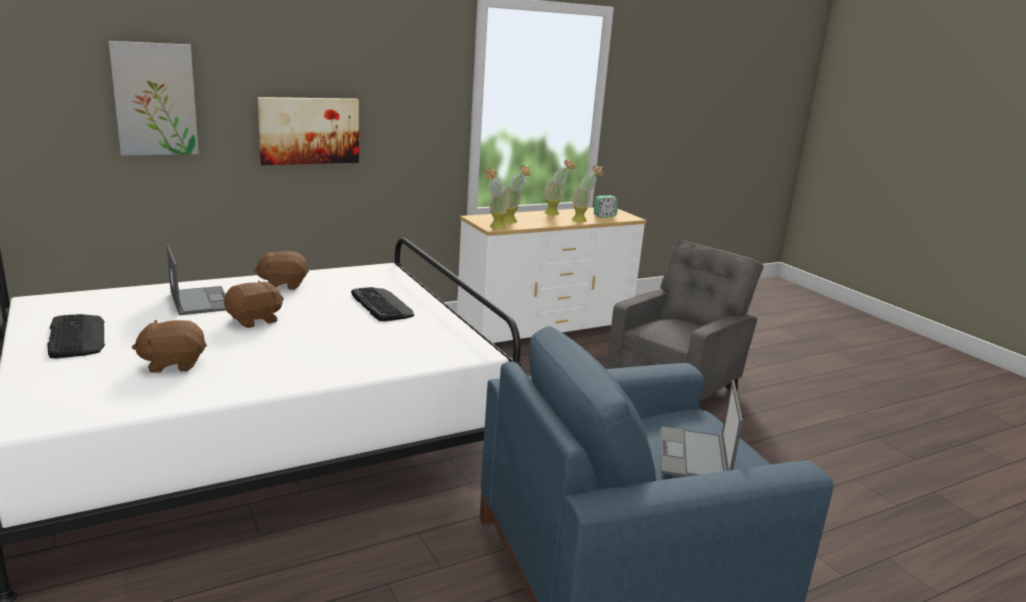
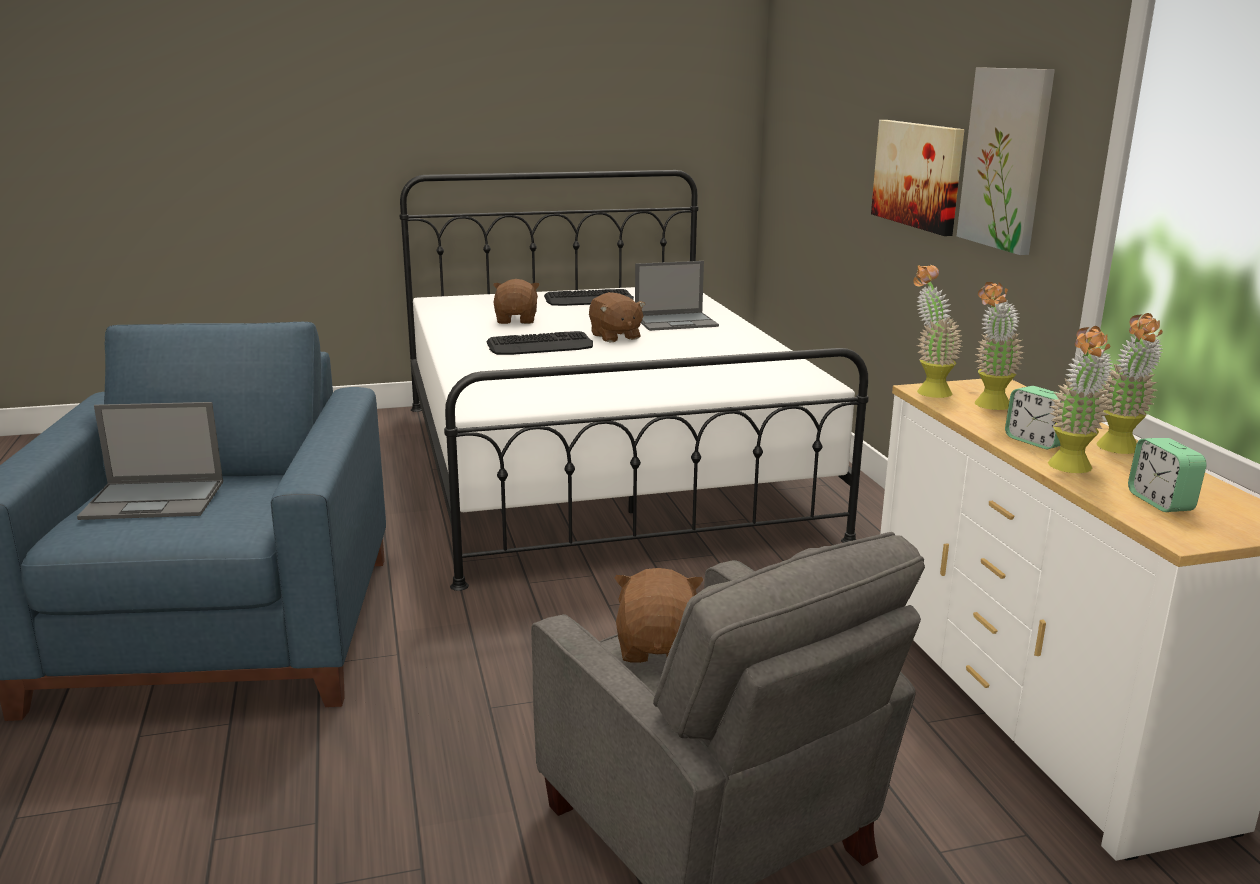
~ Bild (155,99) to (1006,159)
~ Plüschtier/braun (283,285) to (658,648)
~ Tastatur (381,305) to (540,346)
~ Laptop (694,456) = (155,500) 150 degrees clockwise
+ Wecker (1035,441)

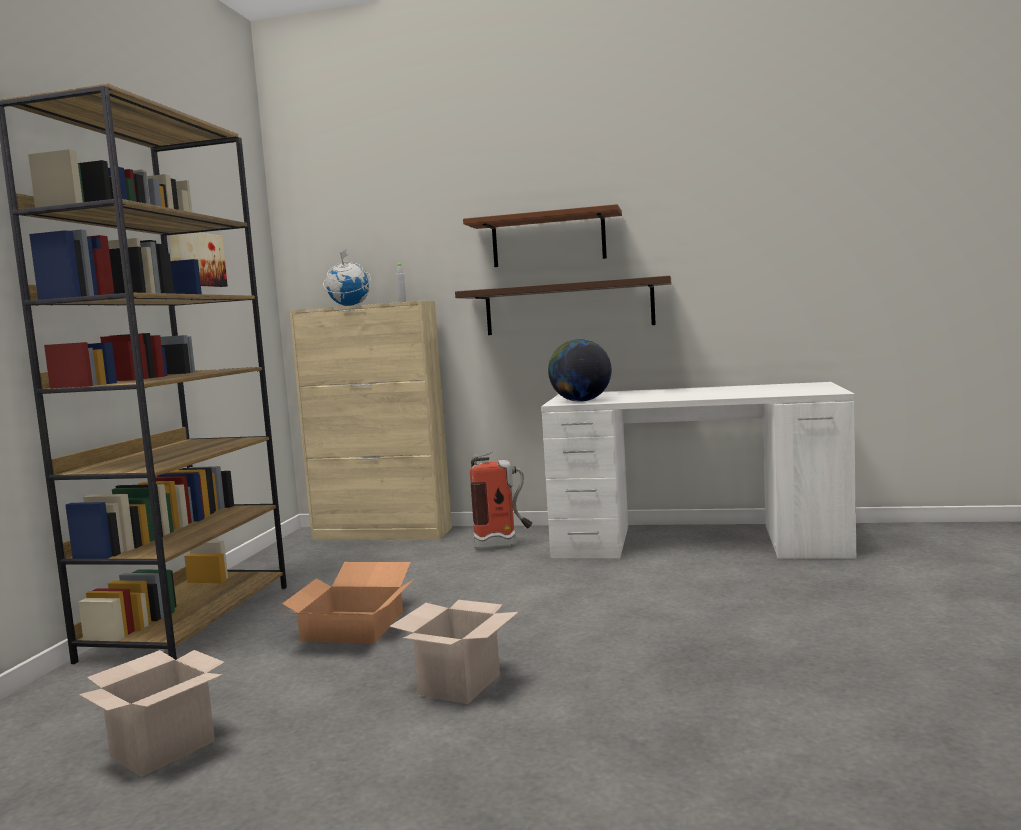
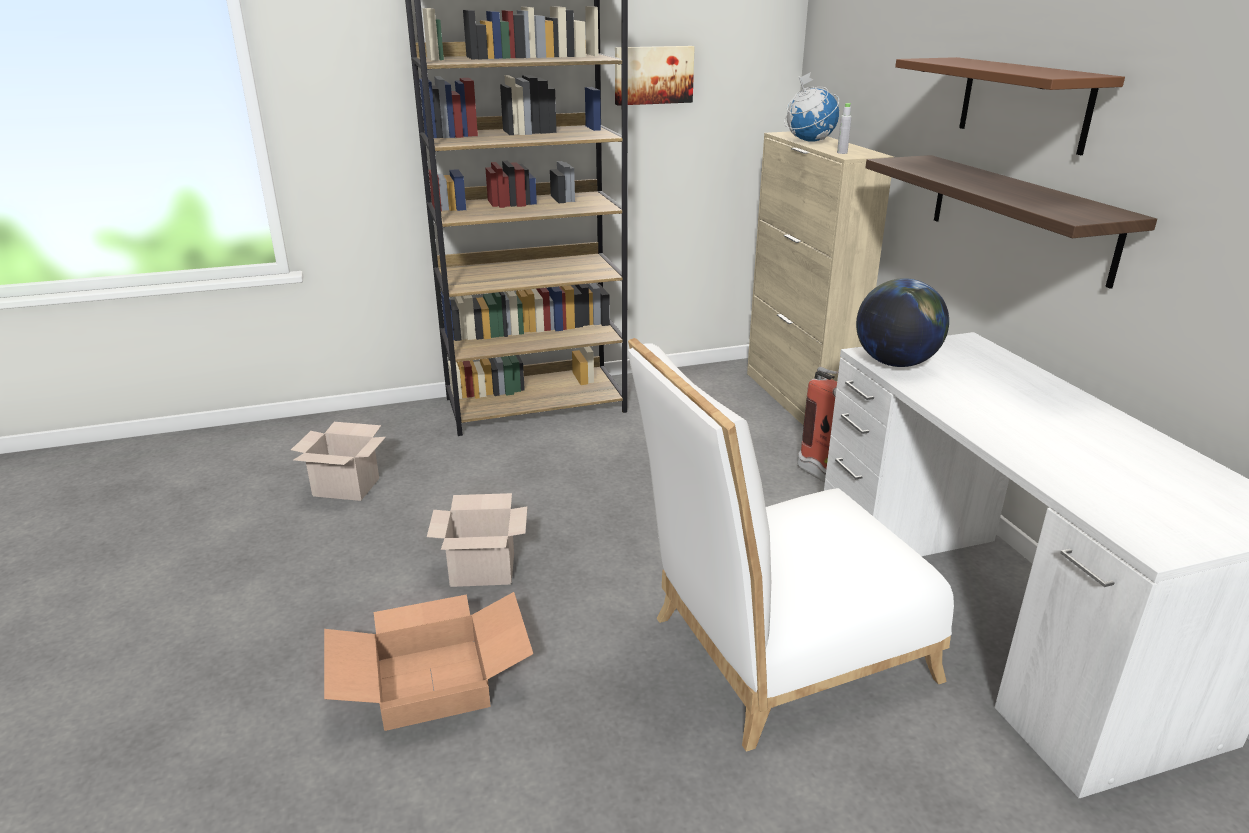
~ Karton (352,626) to (434,681)
+ Stuhl/weiß (777,653)

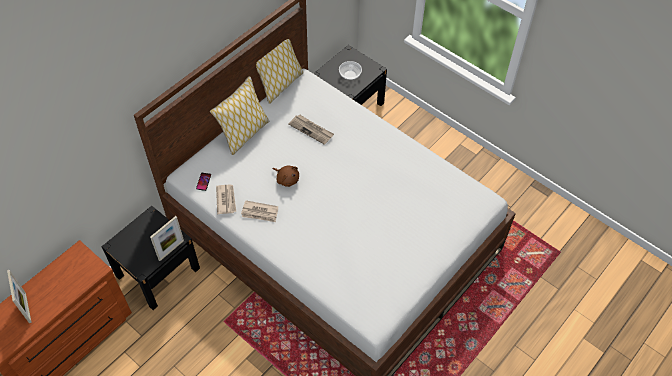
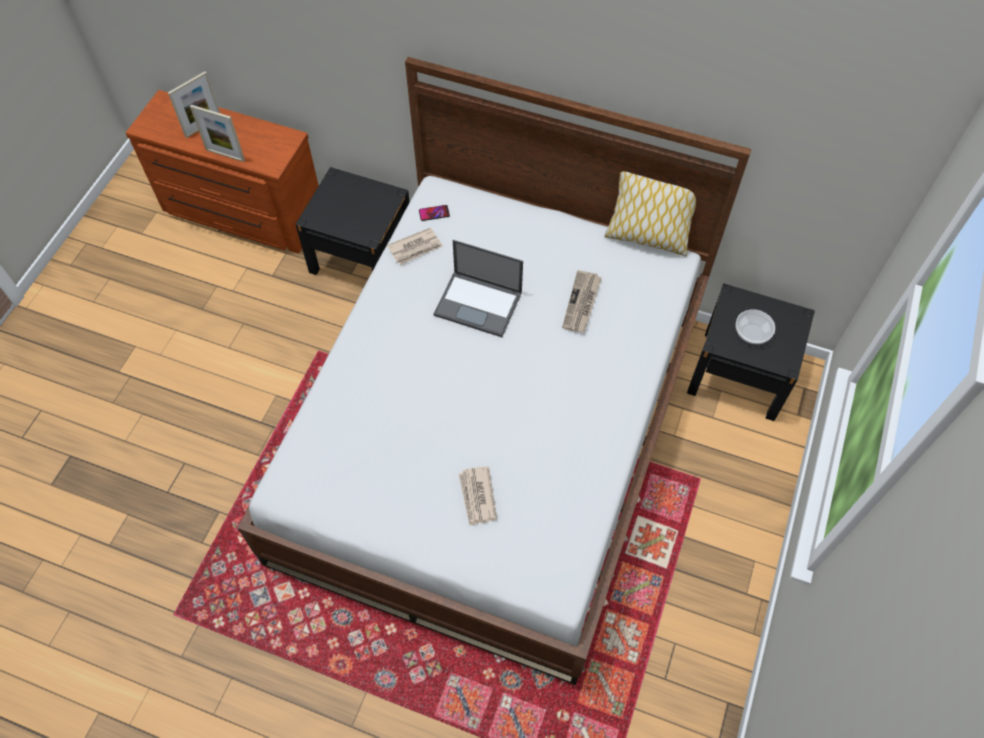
~ Bilderrahmen (171,250) to (225,155)
- Kissen (244,134)
~ Zeitung (260,212) to (477,497)
~ Plüschtier/braun (287,179) to Laptop (479,304)

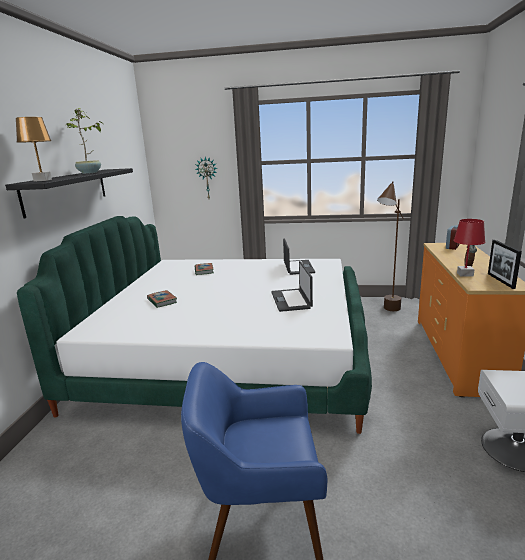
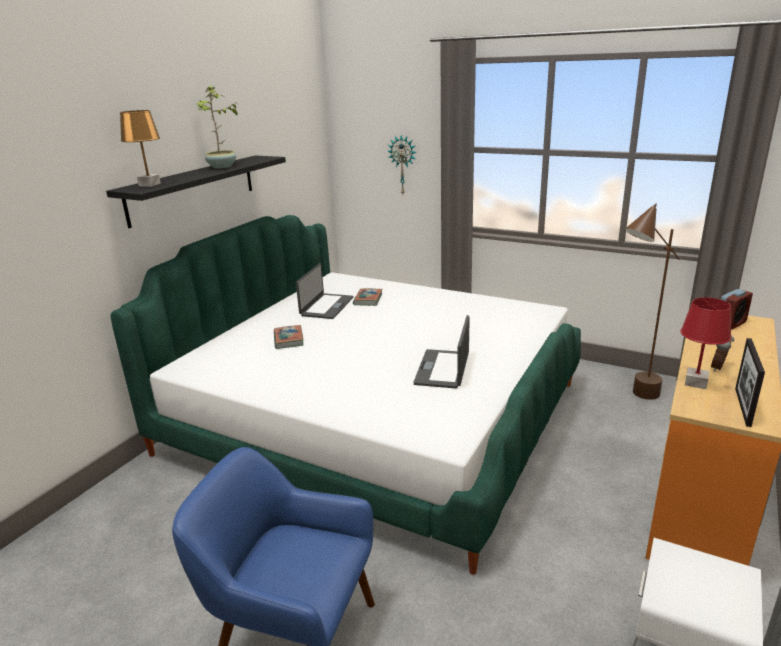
~ Laptop (298,267) to (326,306)

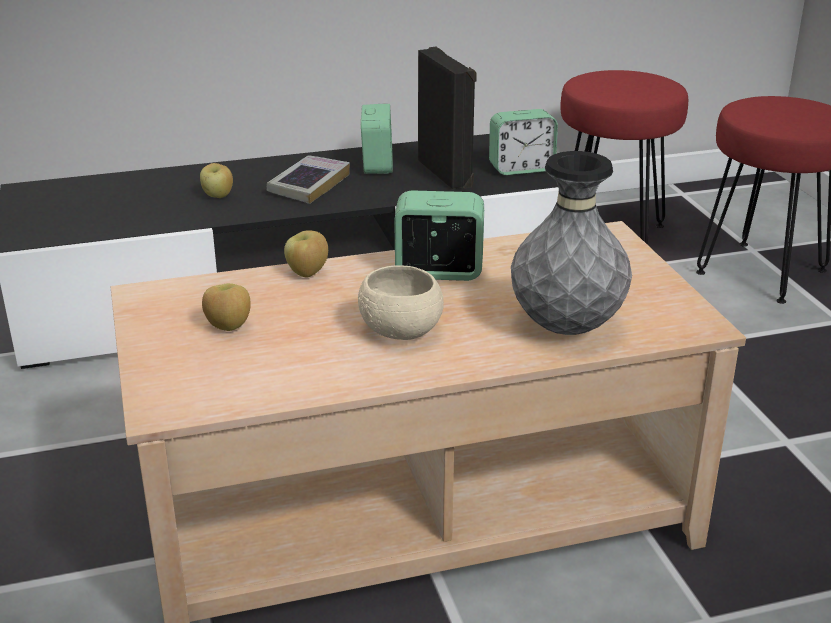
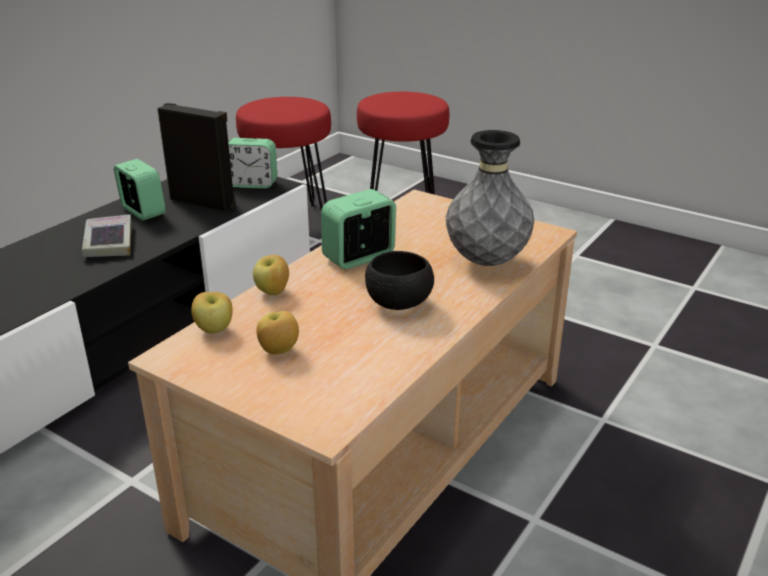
~ Apfel (218,196) to (214,330)
~ Schüssel/beige (401,332) to Schüssel/schwarz (399,303)
~ Wecker (521,168) = (252,184) 60 degrees clockwise

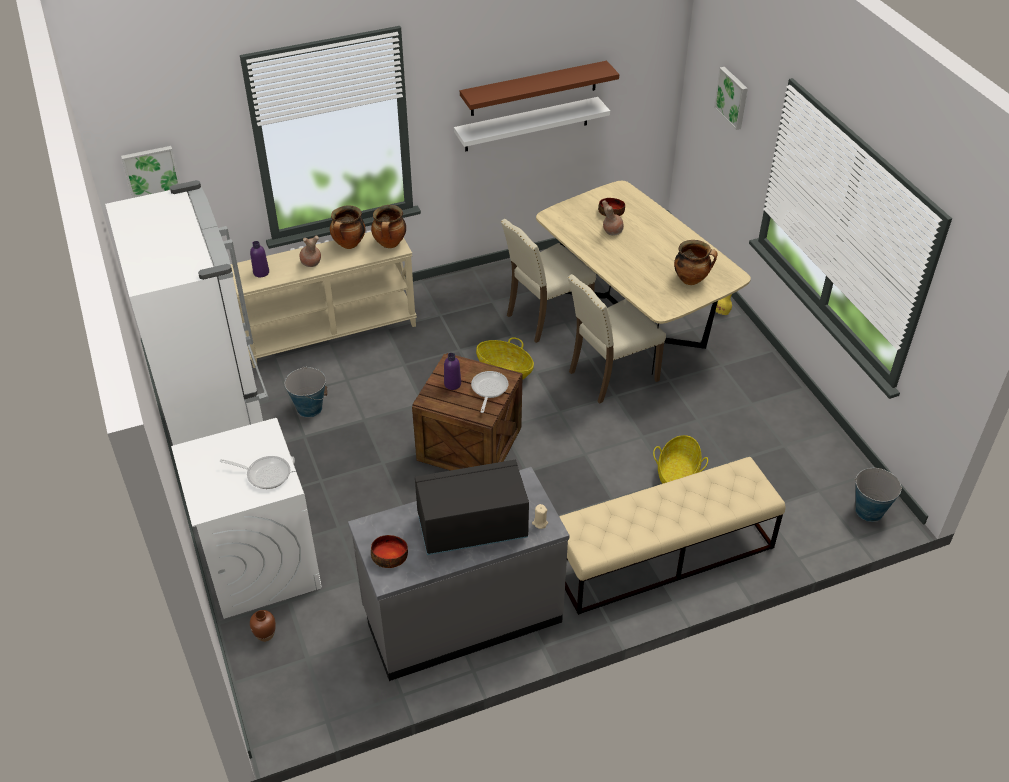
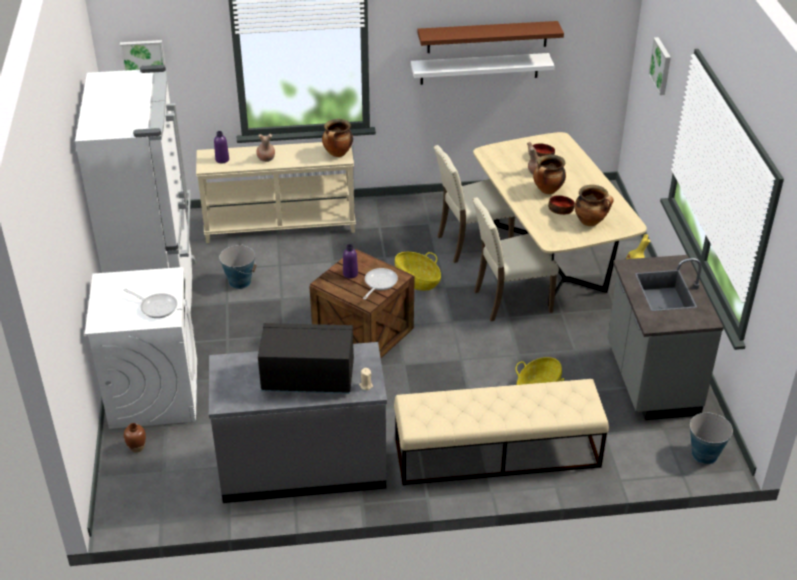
~ Kochtopf (349,244) to (548,190)
~ Schüssel (390,556) to (561,210)
+ Küchenzeile/grau (650,380)

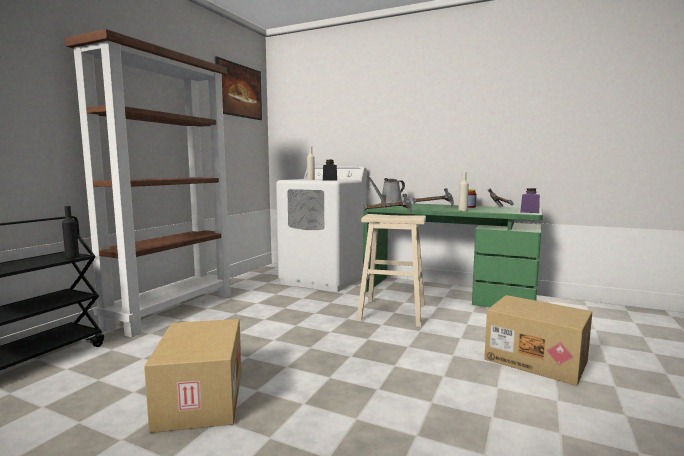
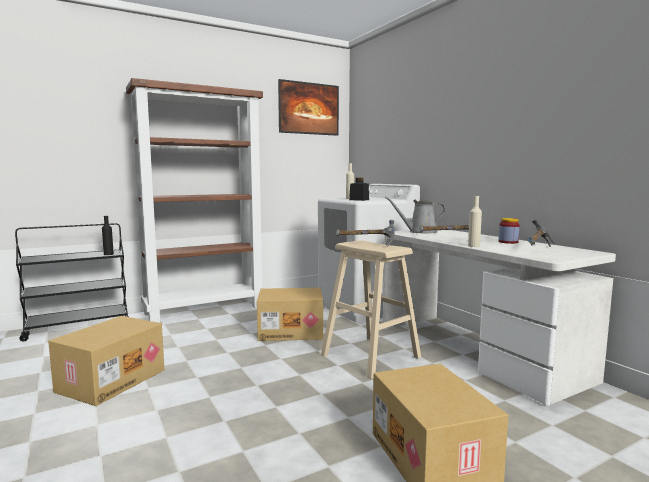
~ Schreibtisch/grün (447,293) to Schreibtisch/weiß (475,351)
- Vorratsglas/lila (529,212)
+ Karton (291,331)

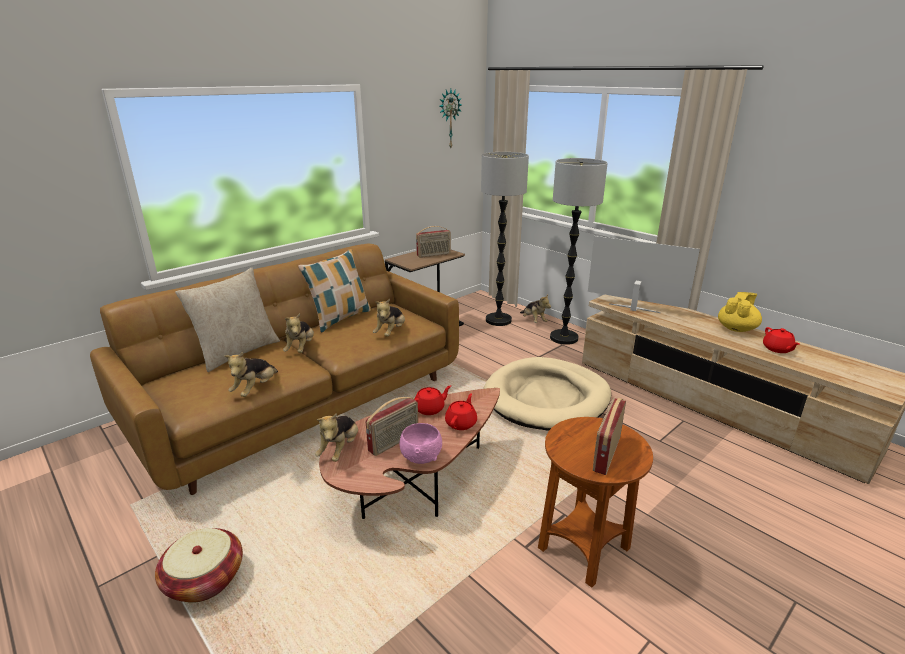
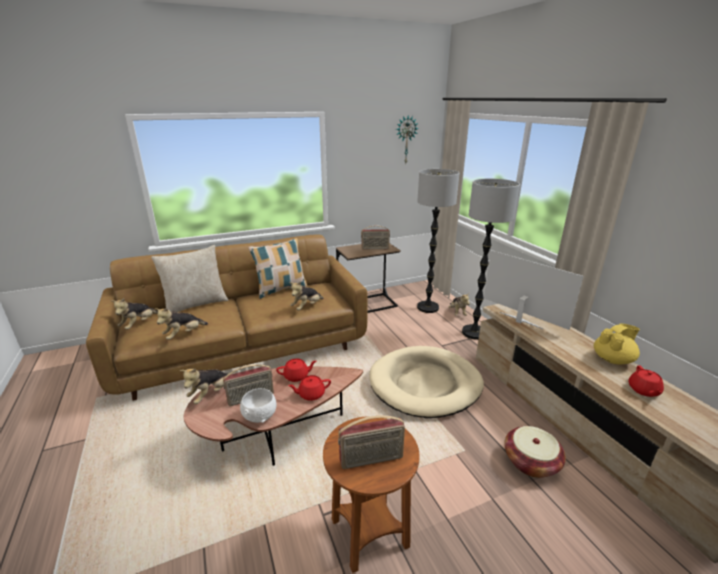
~ Korb (204,579) to (531,462)
~ Plüschtier (301,348) to (138,324)
~ Schüssel/rosa (421,457) to Schüssel/weiß (260,416)
~ Teekanne/rot (461,423) = (311,394) 150 degrees counterclockwise
~ Radio (606,454) = (371,460) 150 degrees counterclockwise

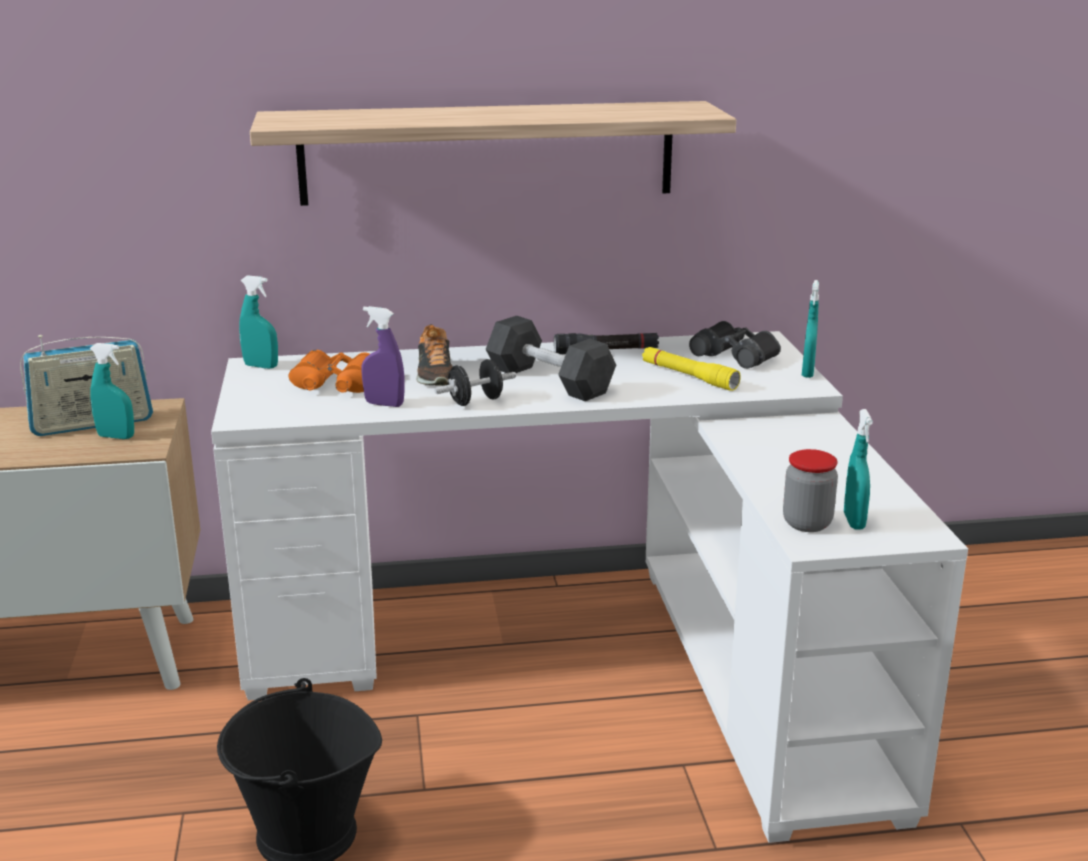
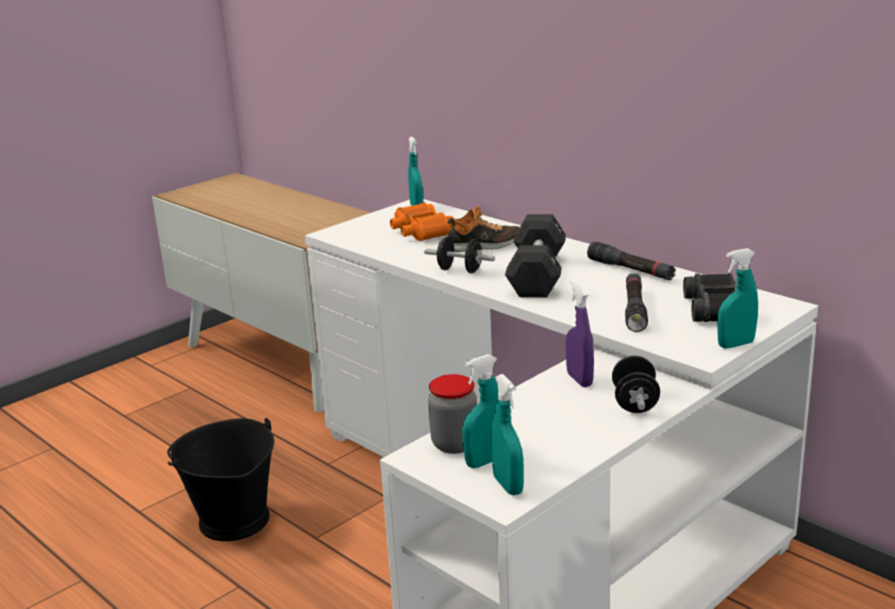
- Radio (92,423)
~ Sprühflasche/türkis (116,437) to (508,485)
- Wandregal (487,152)
~ Sprühflasche/lila (384,404) to (579,379)
~ Schuh (435,375) = (484,246) 150 degrees counterclockwise
~ Taschenlampe/gelb (688,376) to Taschenlampe/schwarz (634,309)
+ Hantel/schwarz (635,403)

